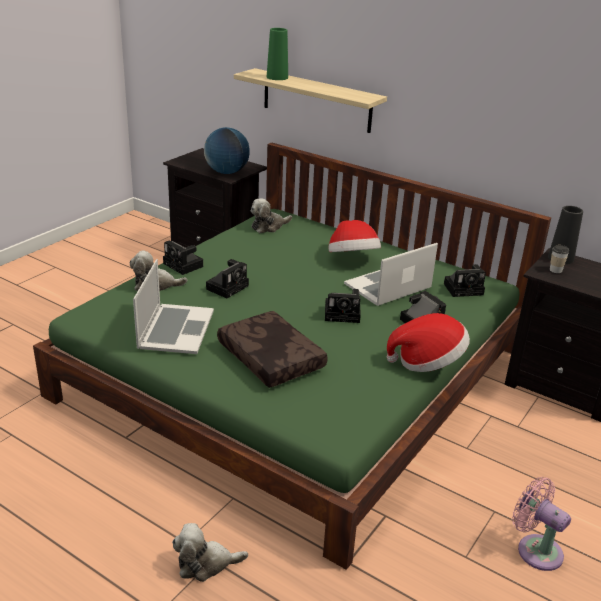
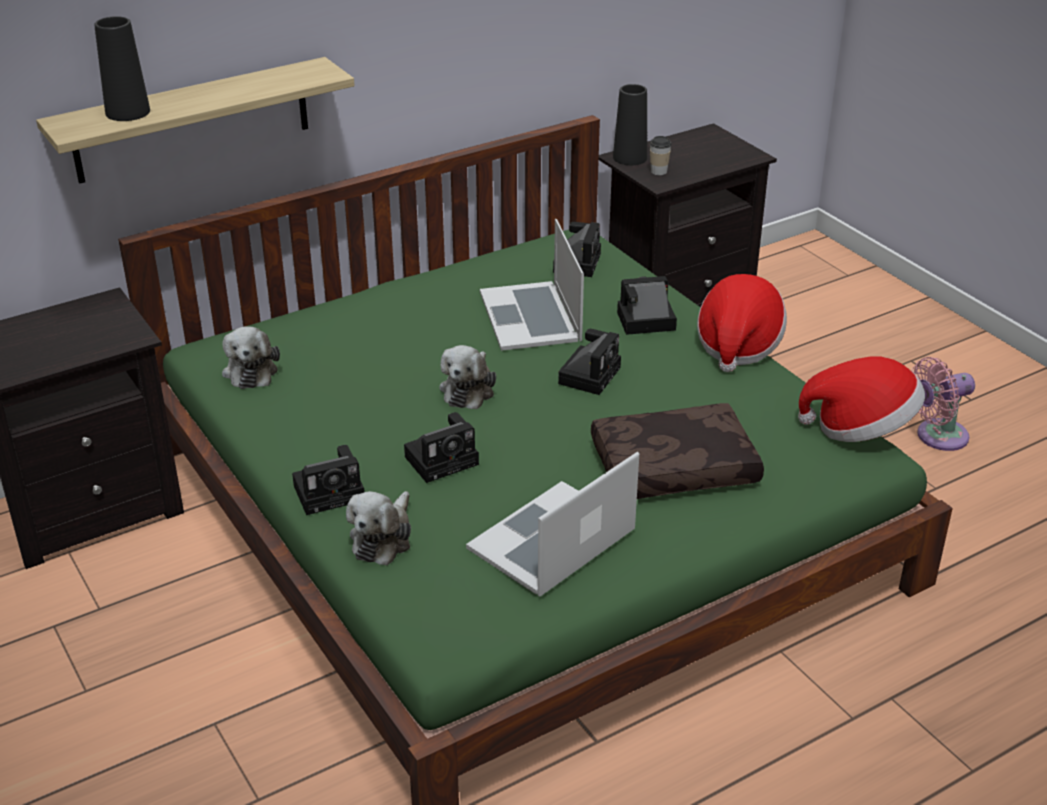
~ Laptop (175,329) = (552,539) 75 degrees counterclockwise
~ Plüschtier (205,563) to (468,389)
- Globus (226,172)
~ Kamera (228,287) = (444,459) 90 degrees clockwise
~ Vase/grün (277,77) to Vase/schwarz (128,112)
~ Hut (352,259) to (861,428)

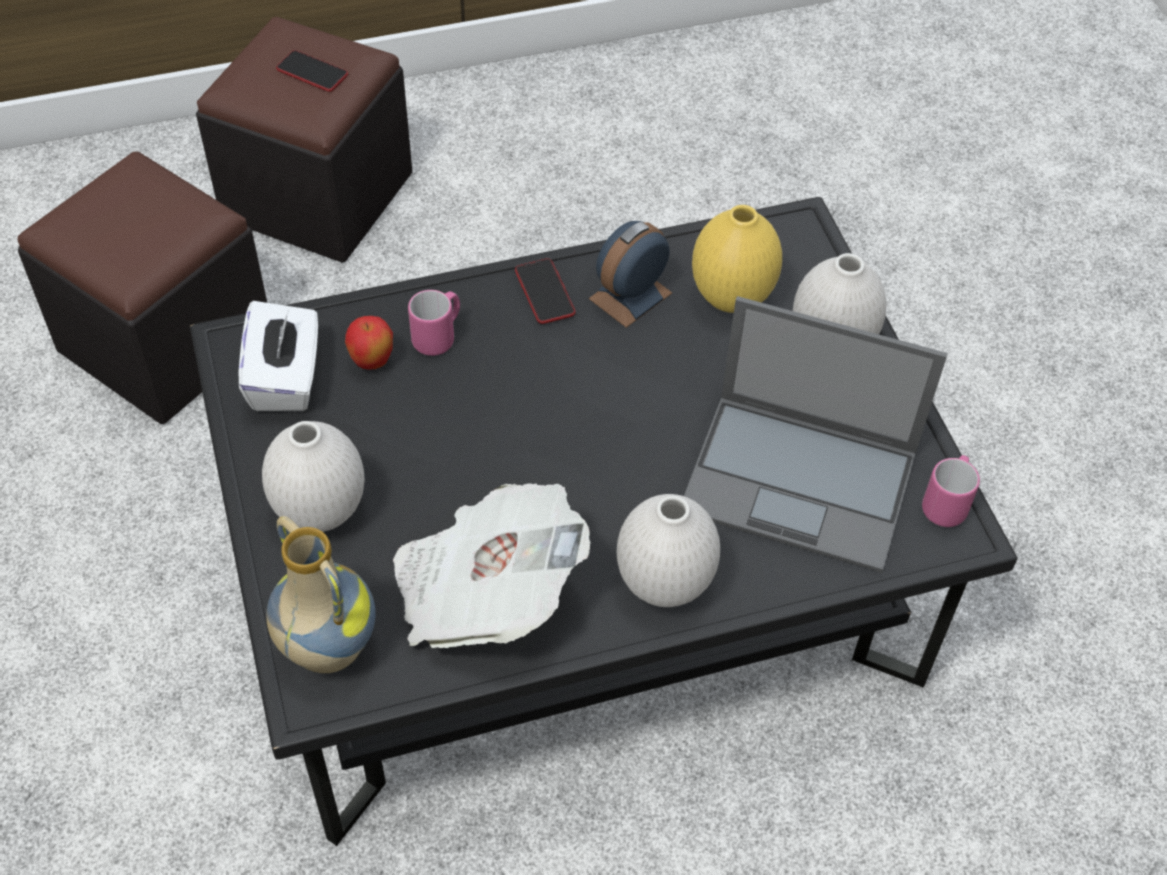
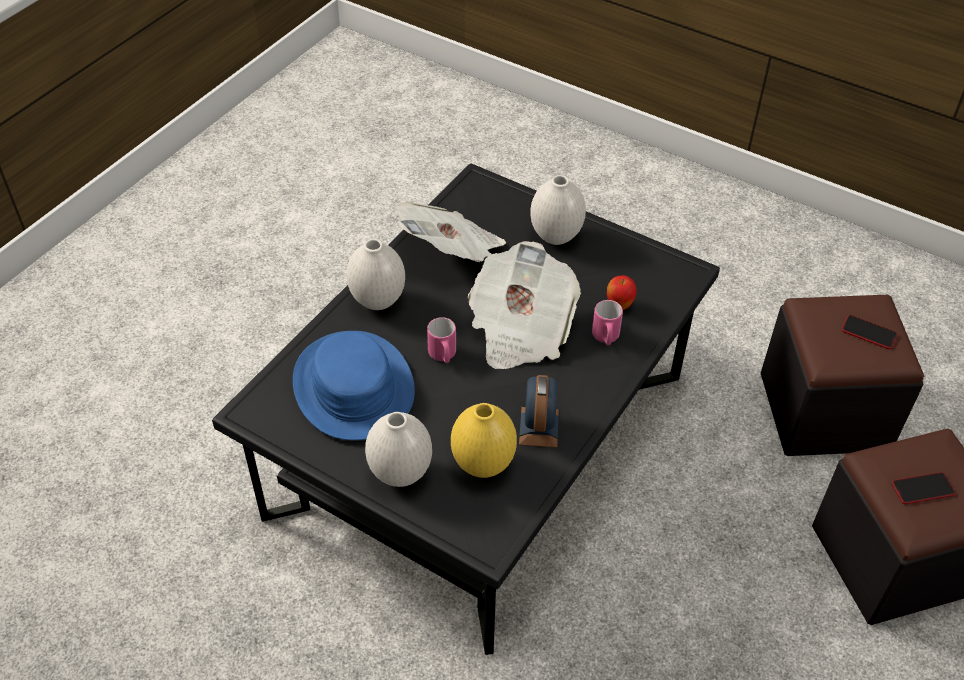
- Taschentuchbox/weiß (286,378)
- Vase (326,650)
~ Handy (544,292) to (869,333)
~ Laptop (802,482) to Hut/blau (353,387)
~ Henkelbecher/rosa (946,503) to (443,356)
+ Zeitung (520,329)

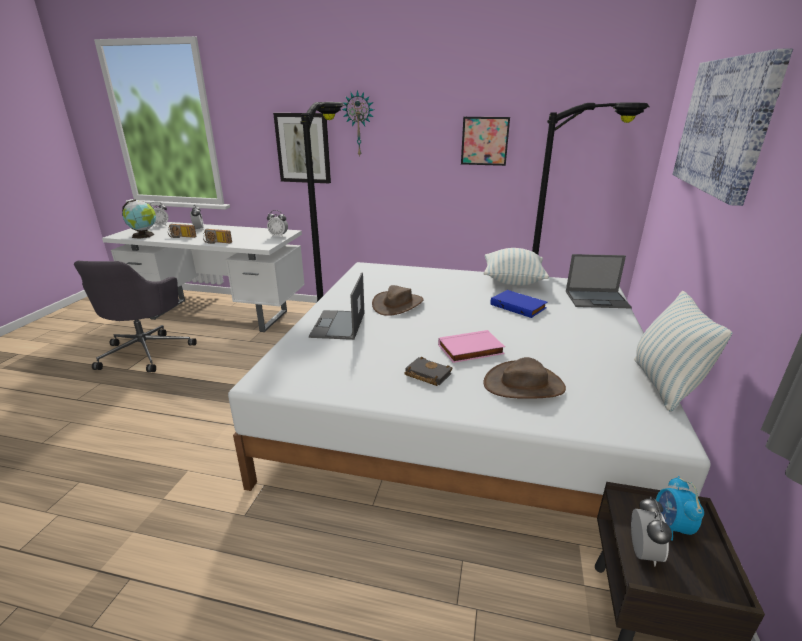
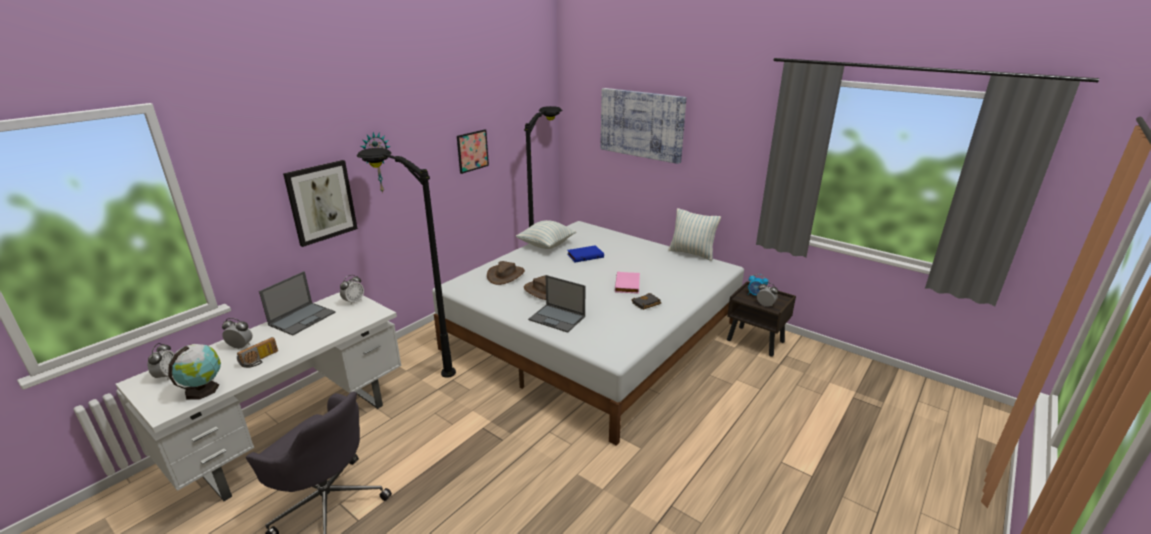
- Radio (216,242)
~ Hut/braun (524,385) to (505,275)
~ Laptop (597,299) to (303,318)

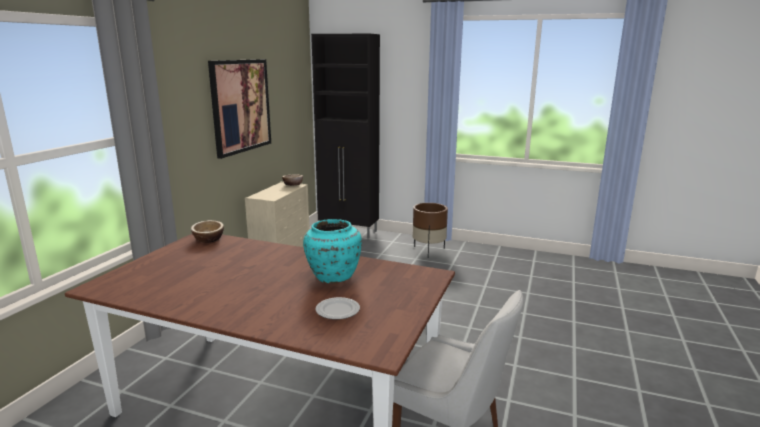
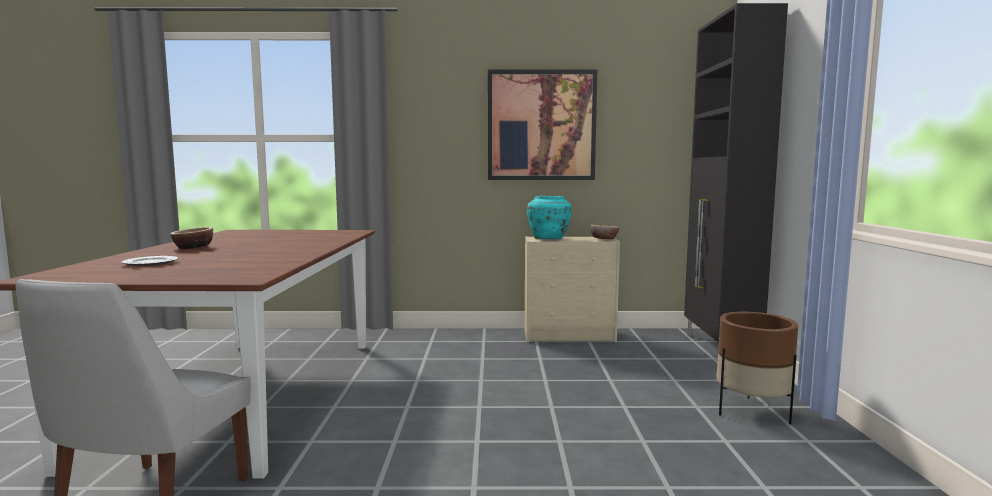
~ Schüssel (208,239) to (193,247)
~ Vase/türkis (333,276) to (549,238)

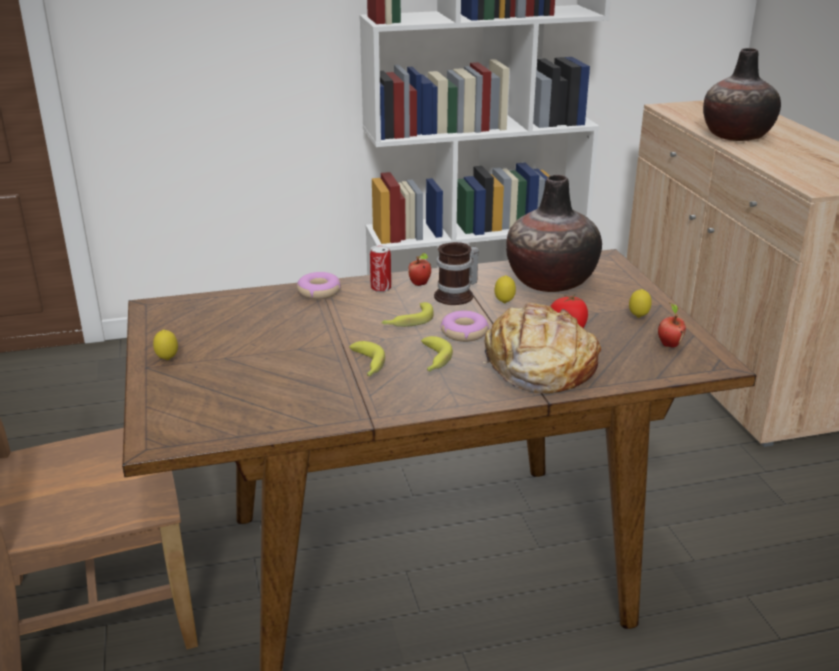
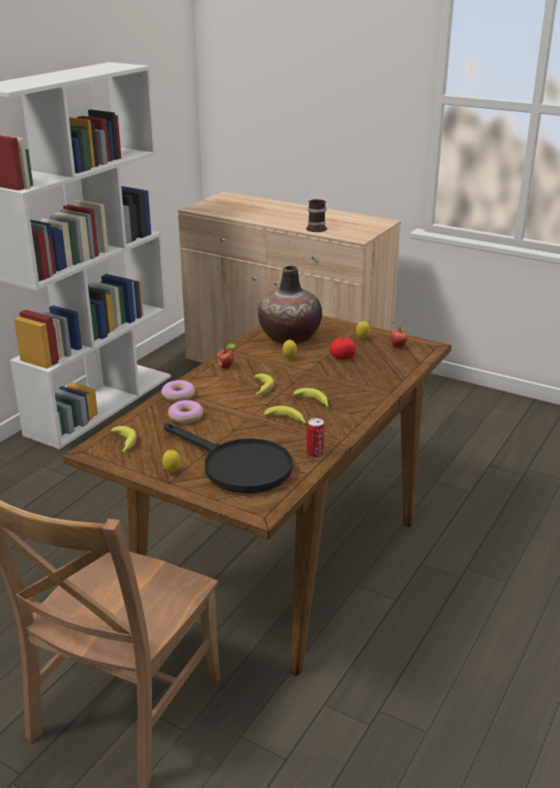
~ Dose (381,288) to (315,454)
~ Henkelbecher (458,296) to (317,228)
~ Donut (464,333) to (185,416)
- Brot (538,367)
- Vase (736,136)
+ Banane (123,444)
+ Pfanne/schwarz (237,466)

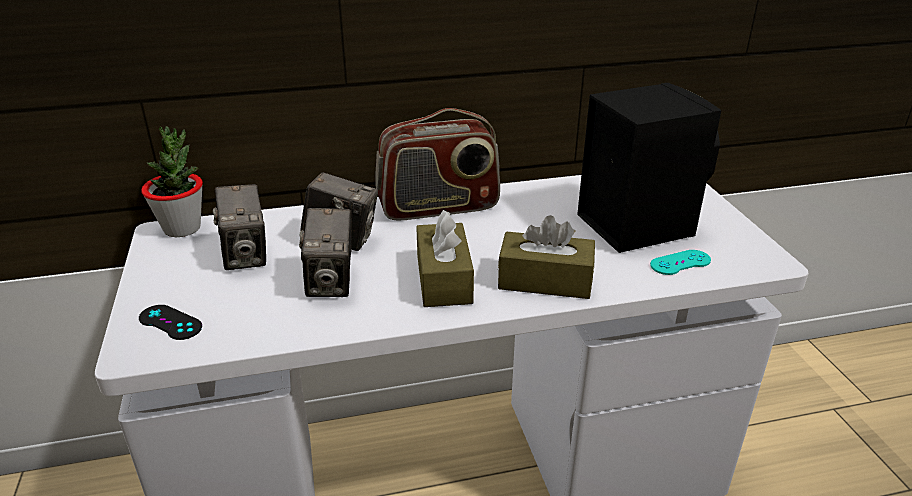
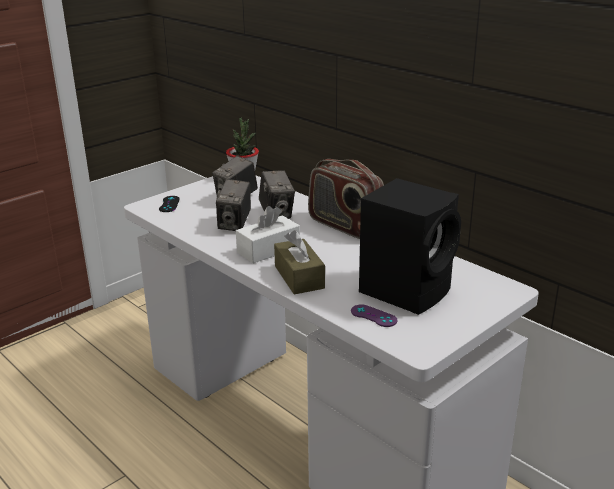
~ Kamera (331,282) = (235,224) 45 degrees counterclockwise
~ Taschentuchbox/braun (444,279) to Taschentuchbox/weiß (268,250)
~ Gamepad/türkis (680,263) to Gamepad/lila (373,316)

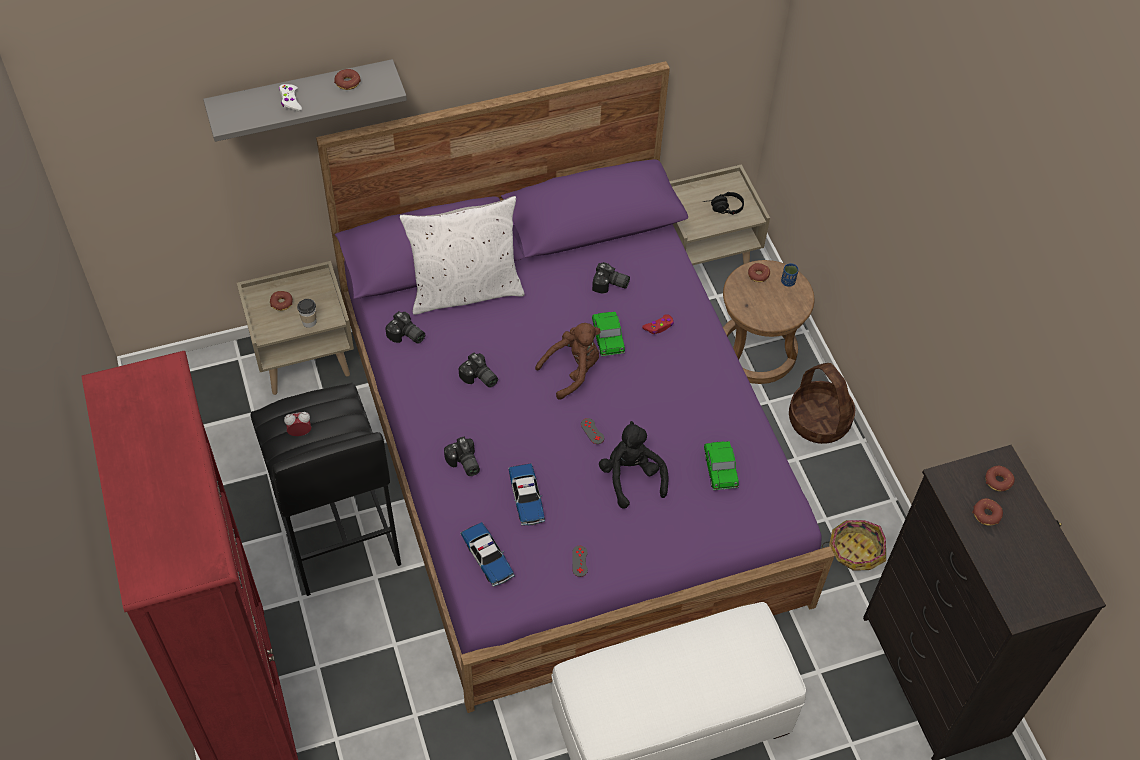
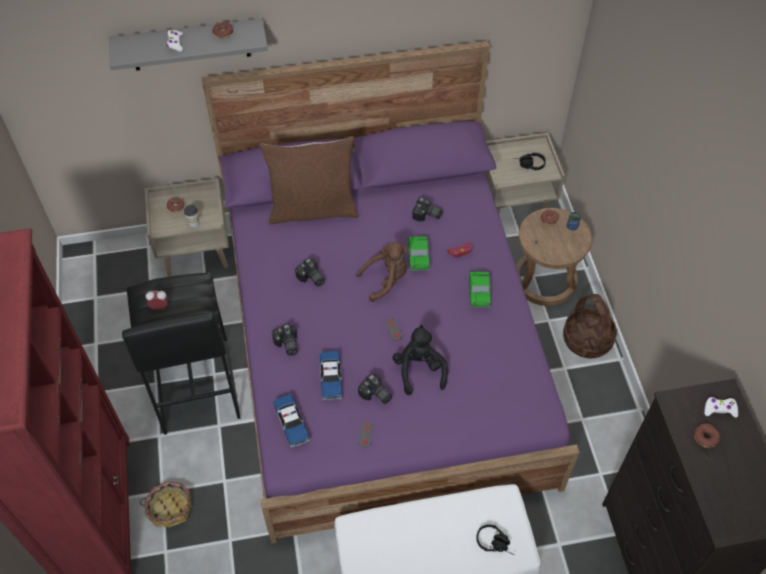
~ Kamera (406,336) to (375,395)
~ Kissen/weiß (465,290) to Kissen/braun (313,209)
~ Spielzeugauto (720,470) to (479,293)
~ Korb (855,550) to (169,507)
~ Donut (998,481) to Gamepad/weiß (719,409)
+ Kopfhörer/schwarz (496,543)

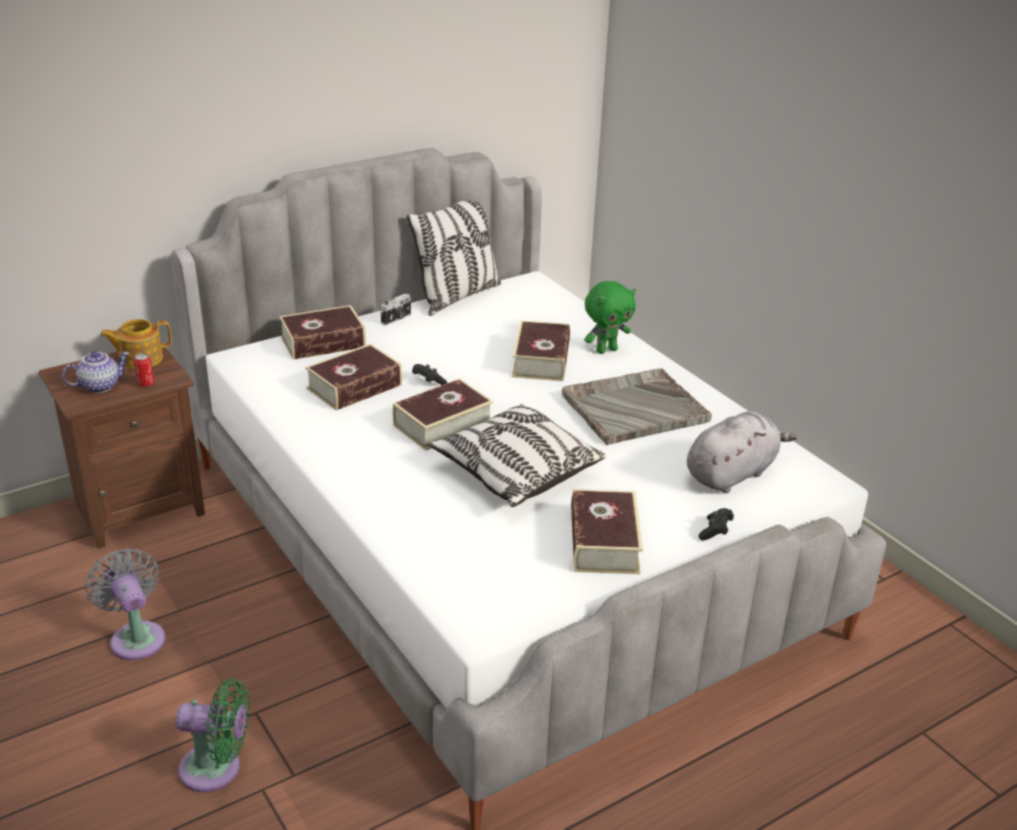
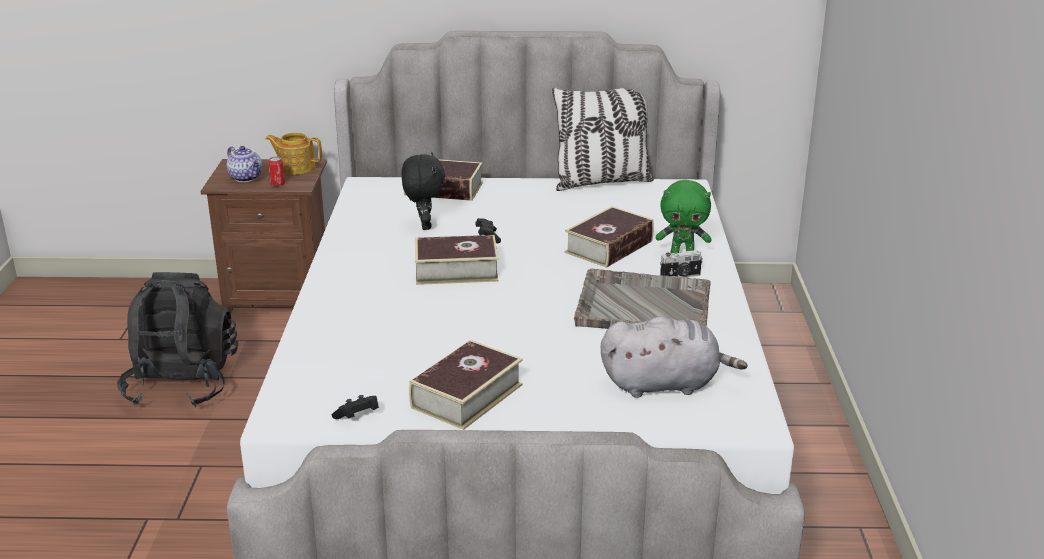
~ Teekanne (100,385) = (246,178) 45 degrees clockwise
~ Ventilator/grau (136,637) to Rucksack/schwarz (182,384)
- Ventilator/grün (216,769)
~ Buch (354,387) to Plüschtier/schwarz (424,225)
~ Kamera (397,319) to (680,276)
- Kissen (515,472)
~ Gamepad/schwarz (715,531) to (357,417)

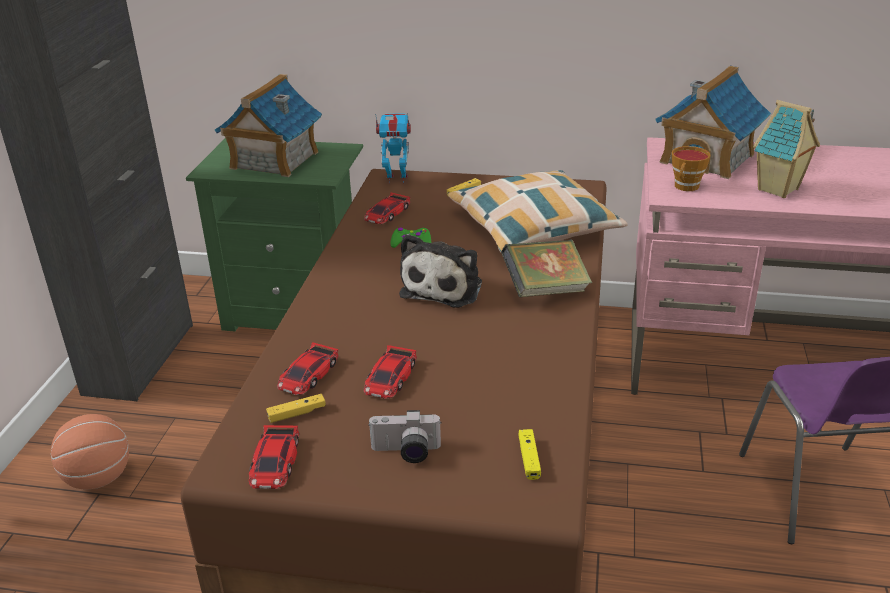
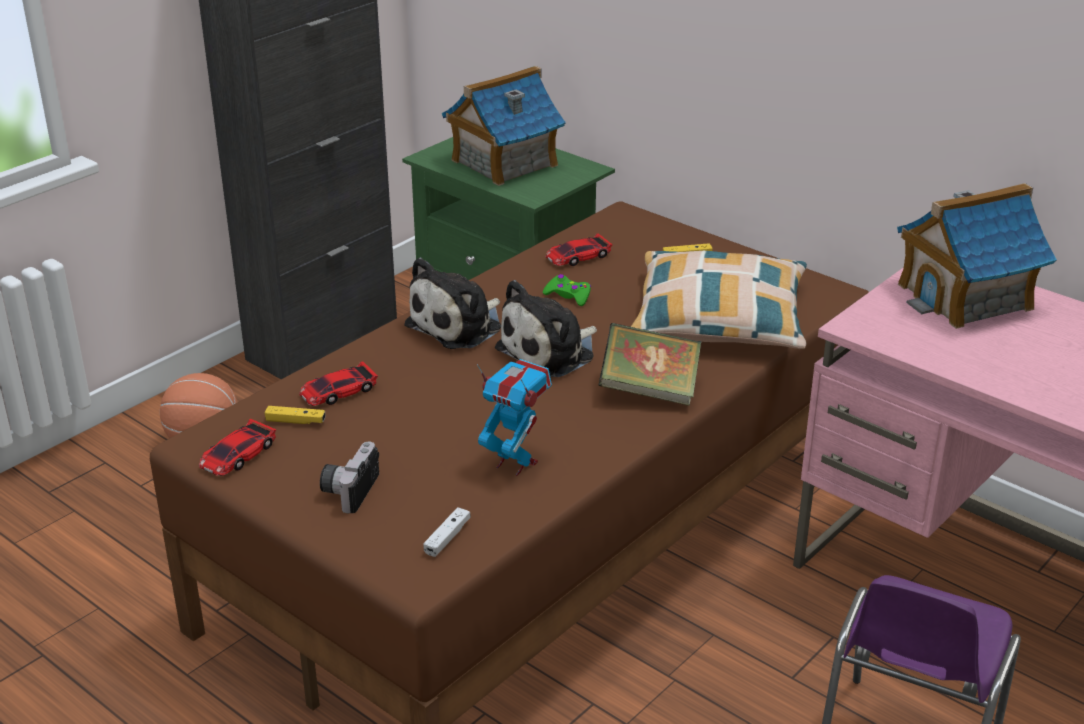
- Spielzeugauto (390,378)
~ Kamera (406,452) = (349,489) 75 degrees clockwise
~ Spielzeugroboter (396,179) to (515,463)
~ Gamepad/gelb (529,459) to Gamepad/weiß (447,538)
- Tasse (686,187)
- Spielzeughaus (779,190)
+ Plüschtier (459,326)

